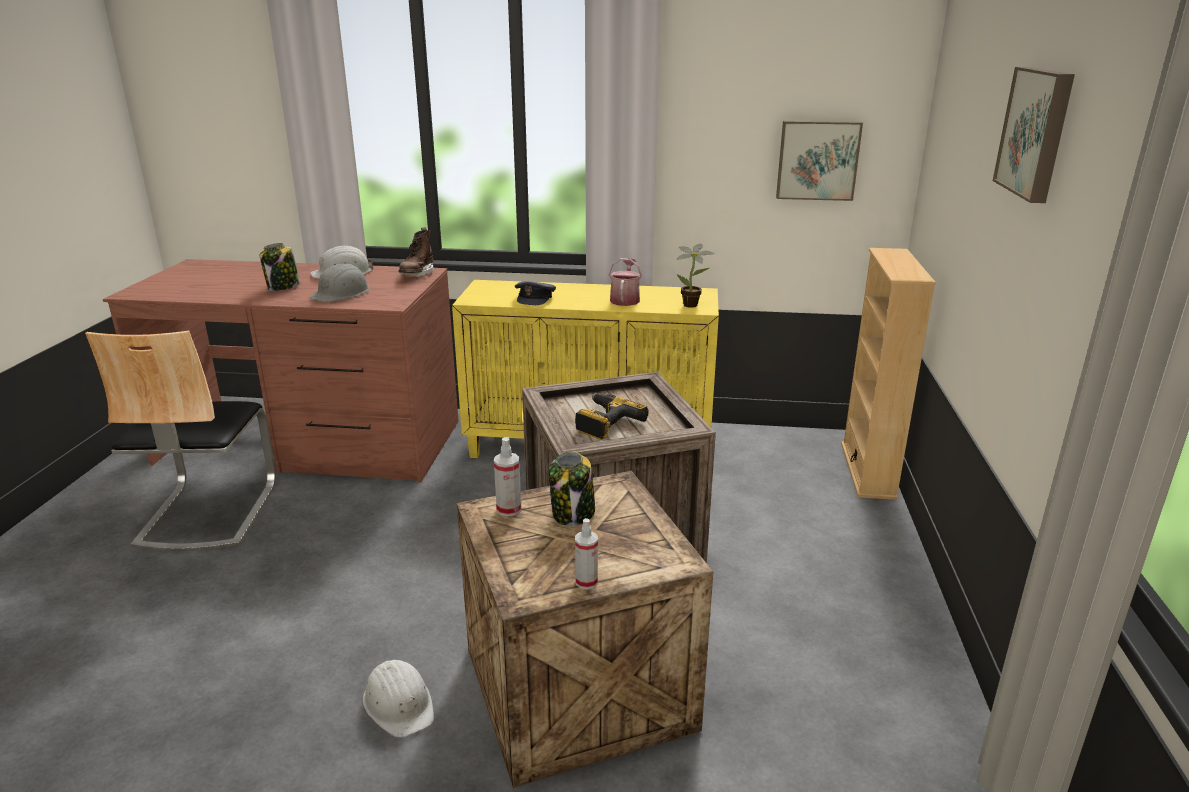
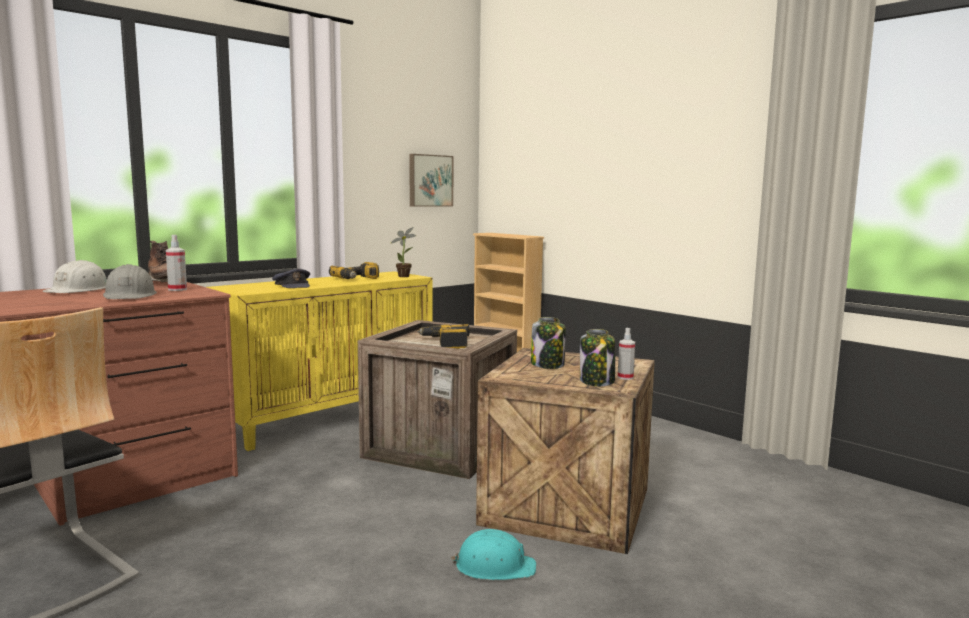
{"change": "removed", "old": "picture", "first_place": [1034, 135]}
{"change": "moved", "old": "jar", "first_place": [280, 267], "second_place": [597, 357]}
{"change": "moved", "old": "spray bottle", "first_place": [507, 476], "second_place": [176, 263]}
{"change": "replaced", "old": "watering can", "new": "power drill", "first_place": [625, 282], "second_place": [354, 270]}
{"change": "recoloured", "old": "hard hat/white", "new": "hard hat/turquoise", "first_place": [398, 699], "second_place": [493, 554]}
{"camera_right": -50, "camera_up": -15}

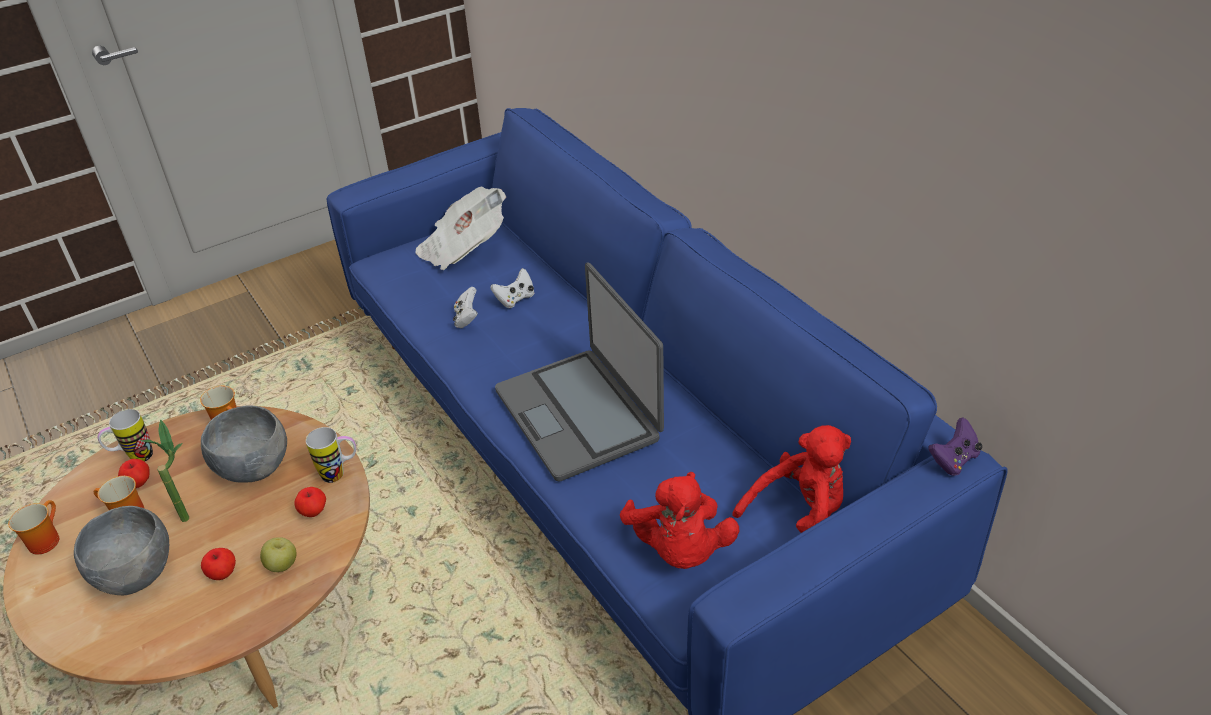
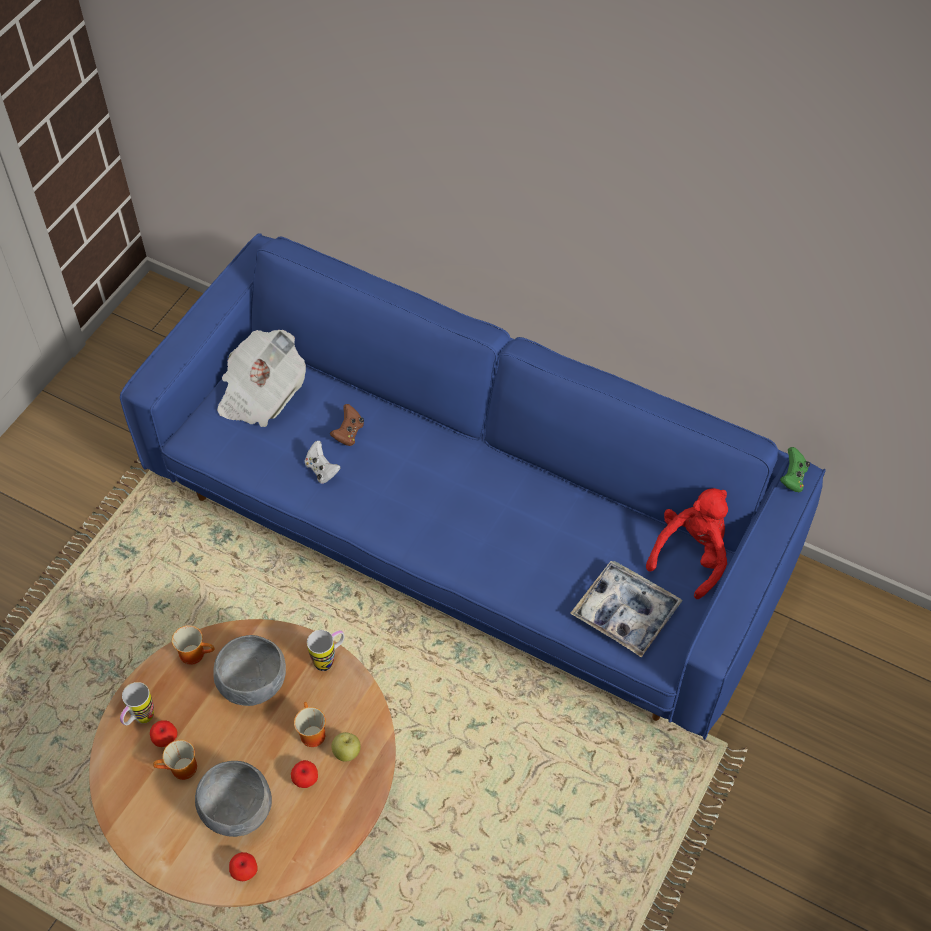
{"change": "removed", "old": "potted plant", "first_place": [165, 470]}
{"change": "removed", "old": "laptop", "first_place": [579, 372]}
{"change": "moved", "old": "mug", "first_place": [33, 527], "second_place": [310, 724]}
{"change": "moved", "old": "apple", "first_place": [310, 502], "second_place": [243, 866]}
{"change": "replaced", "old": "plush toy/red", "new": "tray", "first_place": [679, 520], "second_place": [626, 609]}
{"change": "recoloured", "old": "game controller/white", "new": "game controller/brown", "first_place": [512, 288], "second_place": [347, 425]}
{"change": "recoloured", "old": "game controller/purple", "new": "game controller/green", "first_place": [955, 447], "second_place": [795, 469]}
{"camera_right": -30, "camera_up": 15}

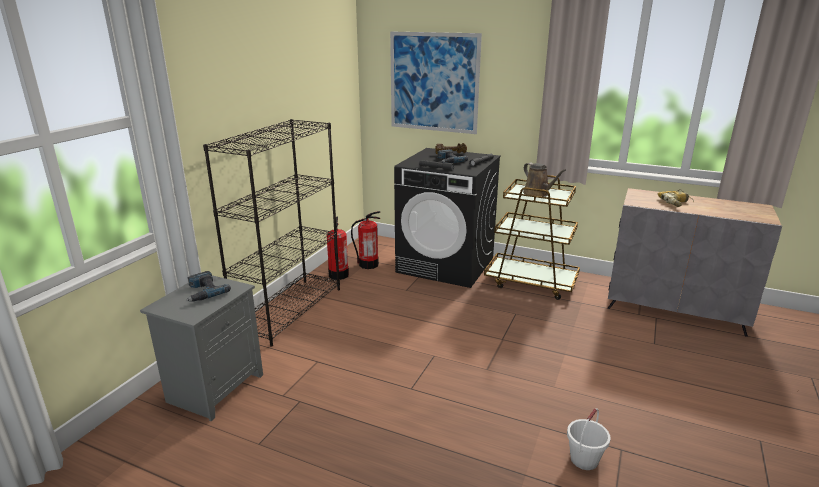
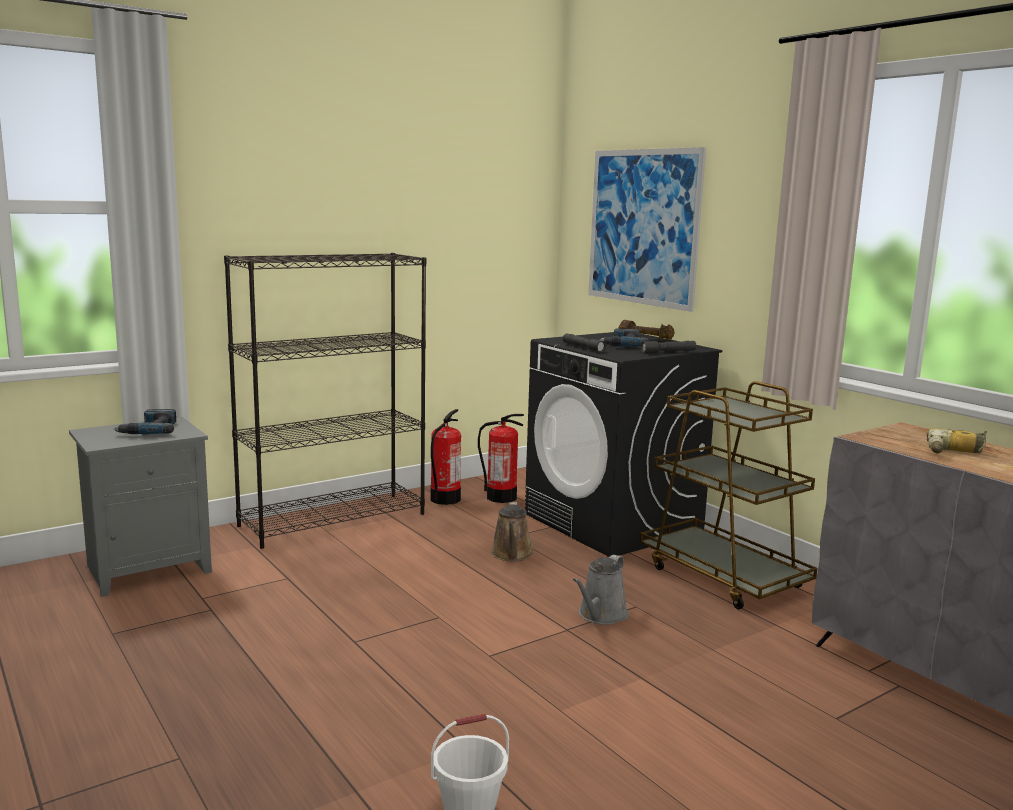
{"change": "added", "new": "watering can/grey", "second_place": [601, 590]}
{"change": "moved", "old": "watering can/brown", "first_place": [544, 180], "second_place": [512, 531]}
{"camera_right": 30, "camera_up": -10}

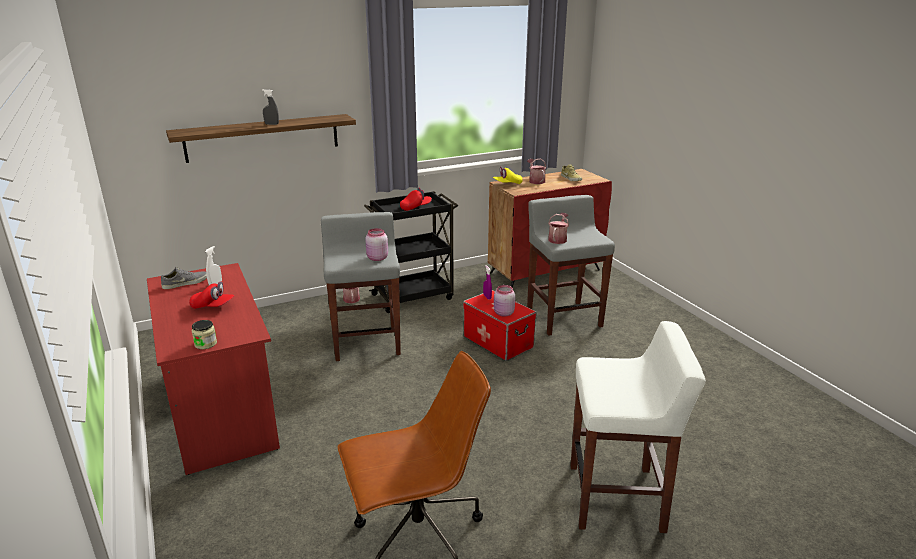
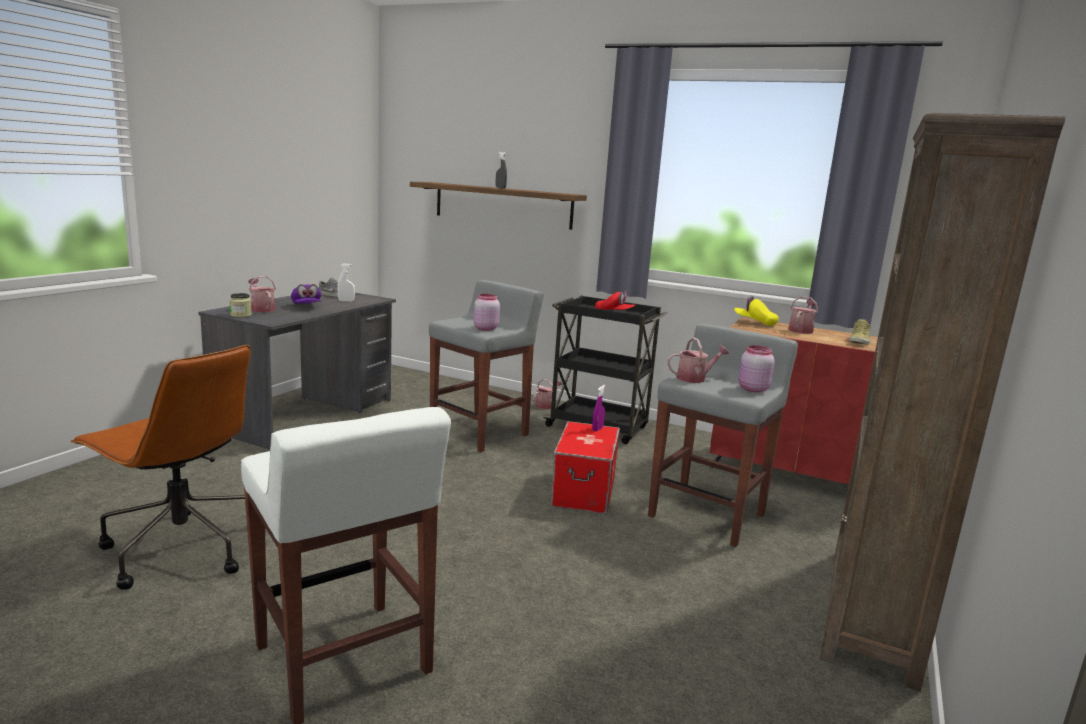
{"change": "added", "new": "watering can", "second_place": [262, 294]}
{"change": "added", "new": "bookcase/brown", "second_place": [942, 402]}
{"change": "moved", "old": "jar/pink", "first_place": [504, 301], "second_place": [756, 368]}
{"change": "recoloured", "old": "desk/red", "new": "desk/grey", "first_place": [213, 369], "second_place": [297, 371]}
{"change": "recoloured", "old": "cap/red", "new": "cap/purple", "first_place": [211, 295], "second_place": [306, 294]}
{"camera_right": 50, "camera_up": -10}

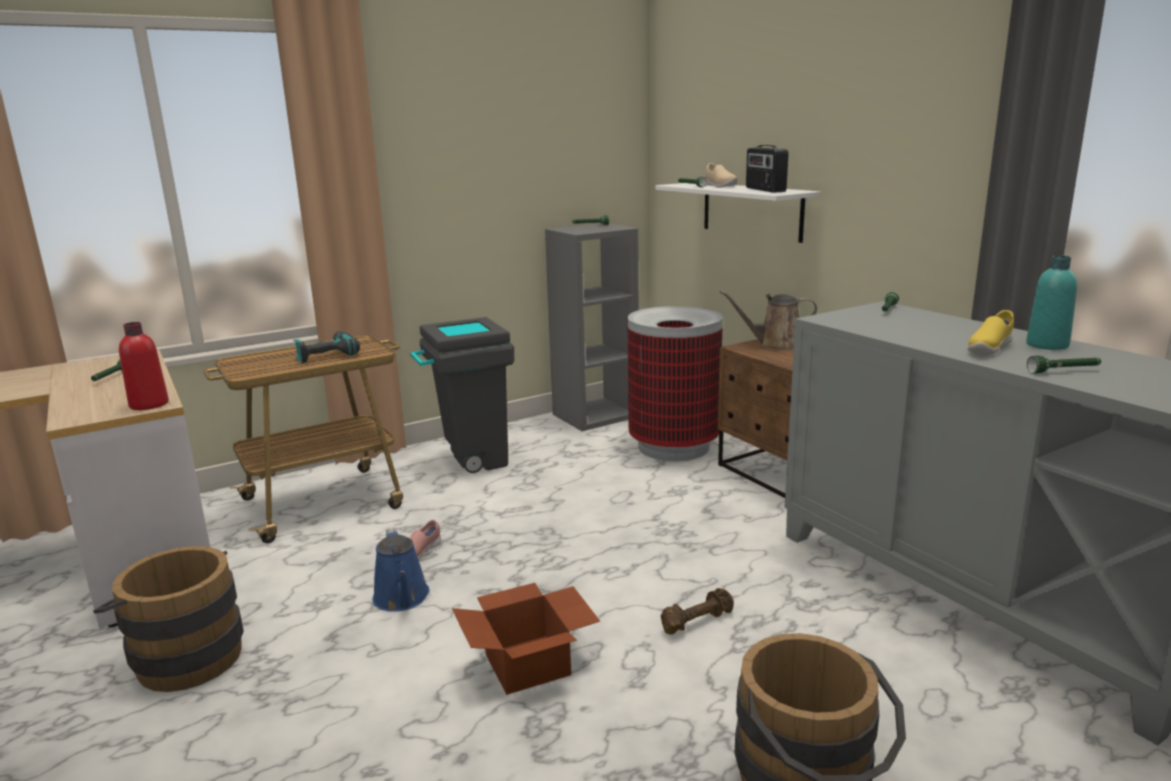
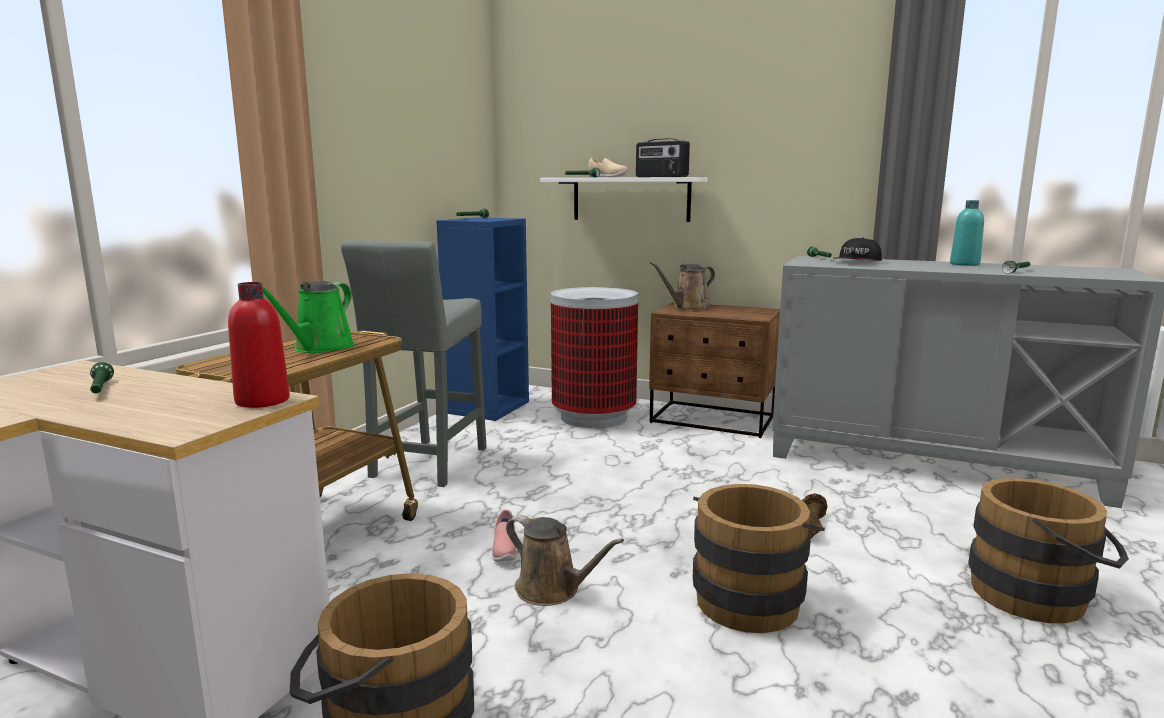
{"change": "removed", "old": "shoe/yellow", "first_place": [991, 332]}
{"change": "added", "new": "cap", "second_place": [858, 249]}
{"change": "replaced", "old": "power drill", "new": "watering can/green", "first_place": [327, 347], "second_place": [308, 317]}
{"change": "replaced", "old": "trash can/grey", "new": "stool/grey", "first_place": [462, 395], "second_place": [414, 363]}
{"change": "replaced", "old": "cardboard box", "new": "bucket/brown", "first_place": [526, 639], "second_place": [759, 558]}
{"change": "recoloured", "old": "watering can/blue", "new": "watering can/brown", "first_place": [401, 570], "second_place": [565, 560]}
{"change": "recoloured", "old": "bookcase/grey", "new": "bookcase/blue", "first_place": [592, 327], "second_place": [483, 319]}
{"camera_right": -35, "camera_up": -5}

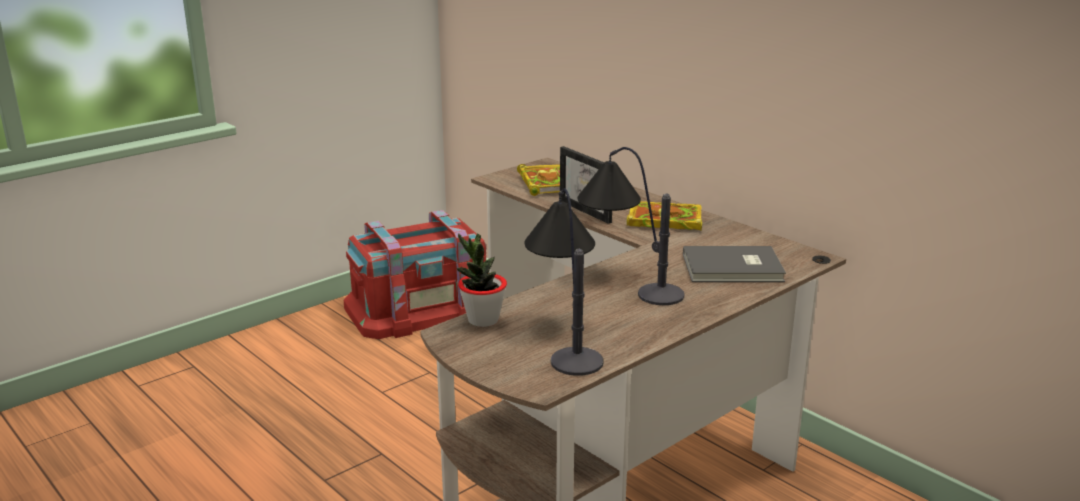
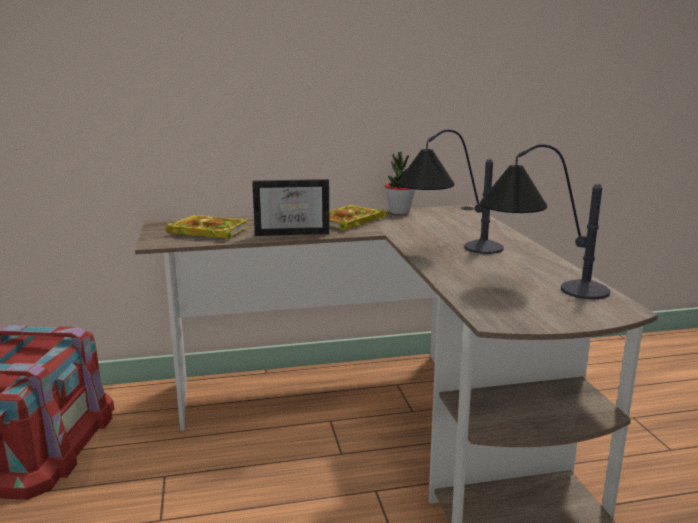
{"change": "removed", "old": "book/grey", "first_place": [734, 264]}
{"change": "moved", "old": "potted plant", "first_place": [482, 280], "second_place": [400, 183]}
{"camera_right": -60, "camera_up": -5}

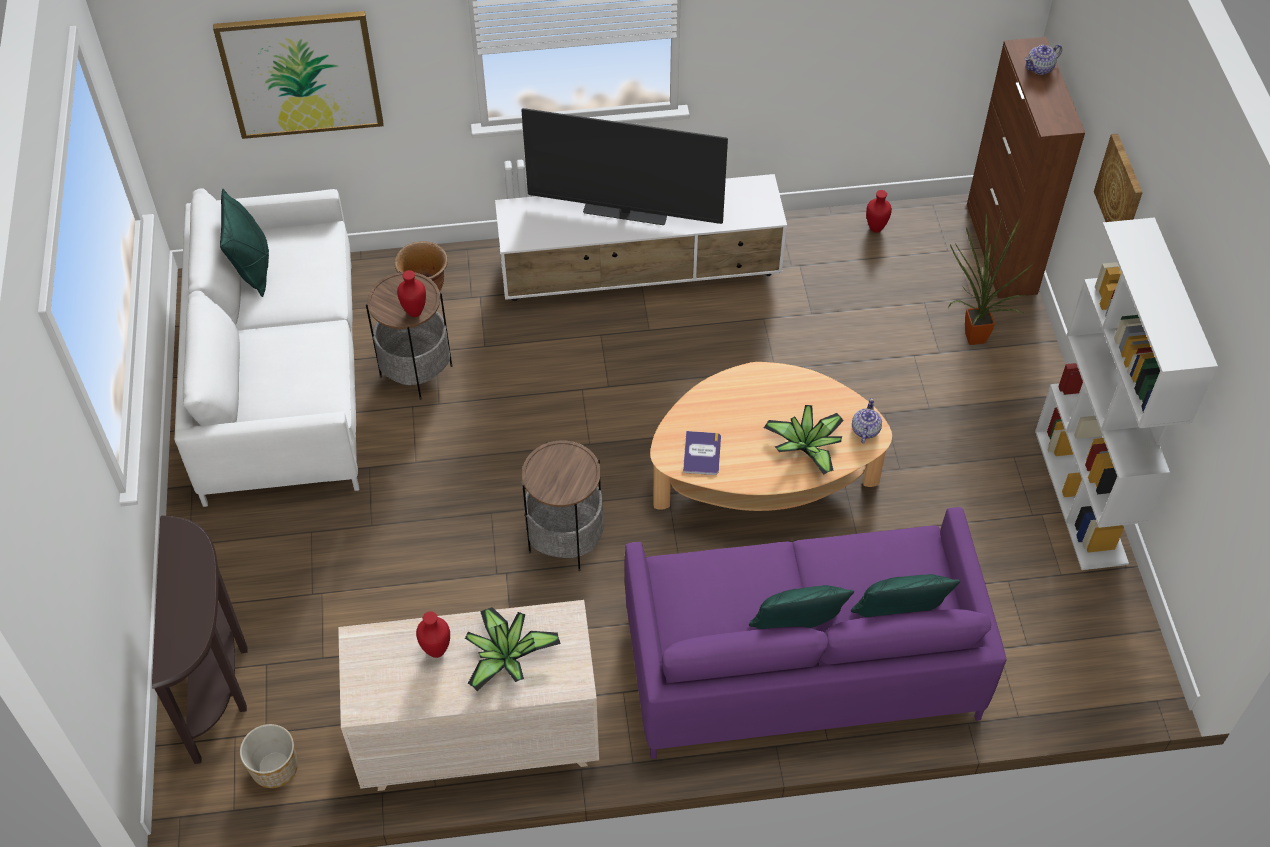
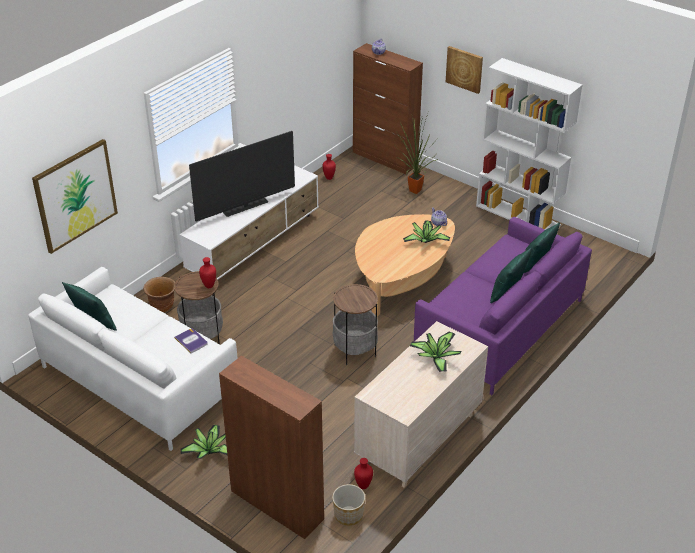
{"change": "added", "new": "potted plant", "second_place": [204, 441]}
{"change": "moved", "old": "vase/red", "first_place": [433, 634], "second_place": [363, 473]}
{"change": "moved", "old": "book", "first_place": [702, 453], "second_place": [191, 340]}
{"change": "replaced", "old": "console table/brown", "new": "cabinet/brown", "first_place": [199, 639], "second_place": [271, 447]}
{"camera_right": -45, "camera_up": -15}

